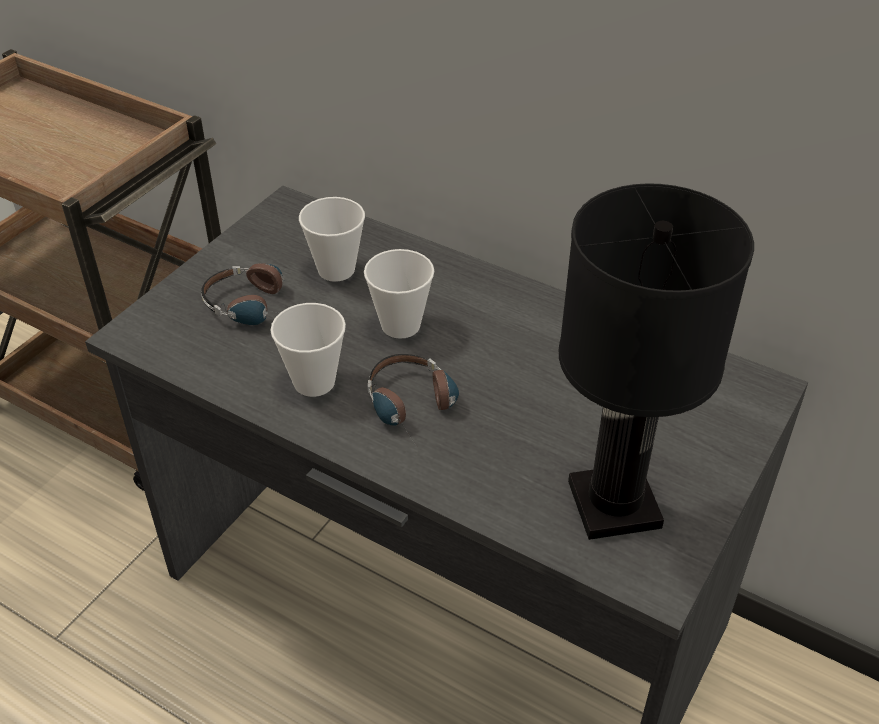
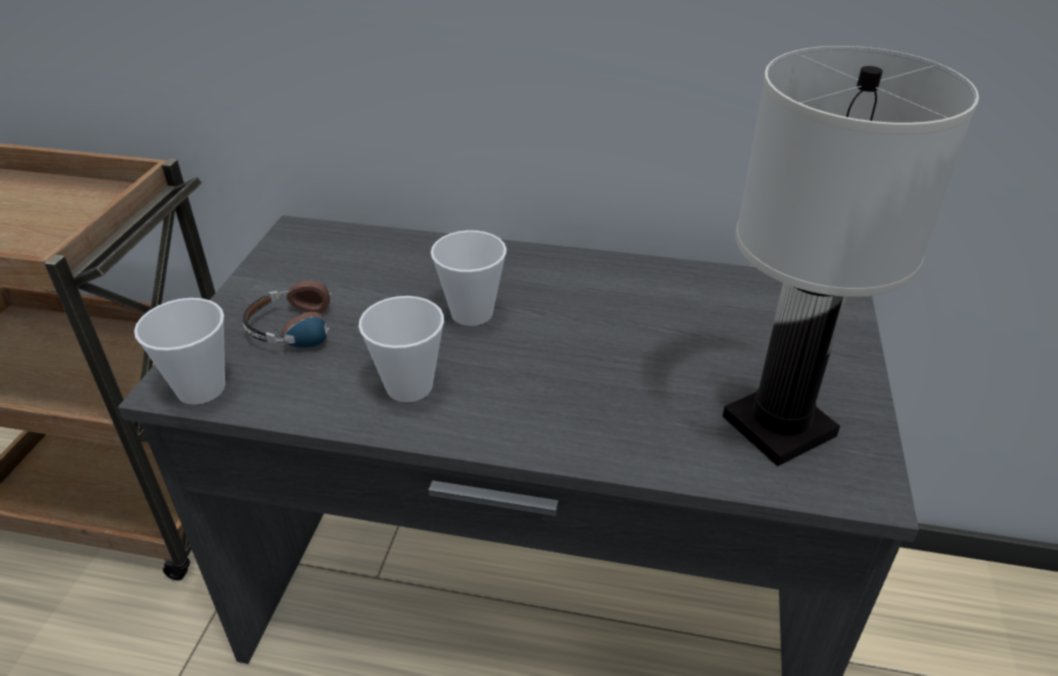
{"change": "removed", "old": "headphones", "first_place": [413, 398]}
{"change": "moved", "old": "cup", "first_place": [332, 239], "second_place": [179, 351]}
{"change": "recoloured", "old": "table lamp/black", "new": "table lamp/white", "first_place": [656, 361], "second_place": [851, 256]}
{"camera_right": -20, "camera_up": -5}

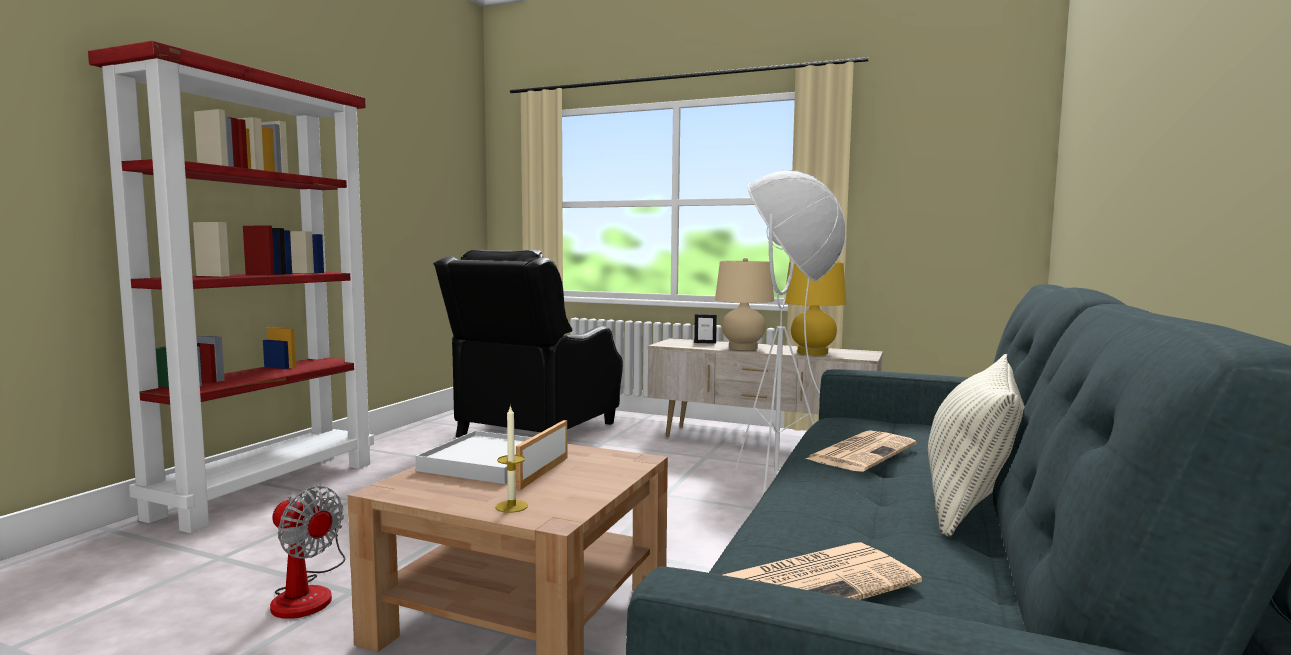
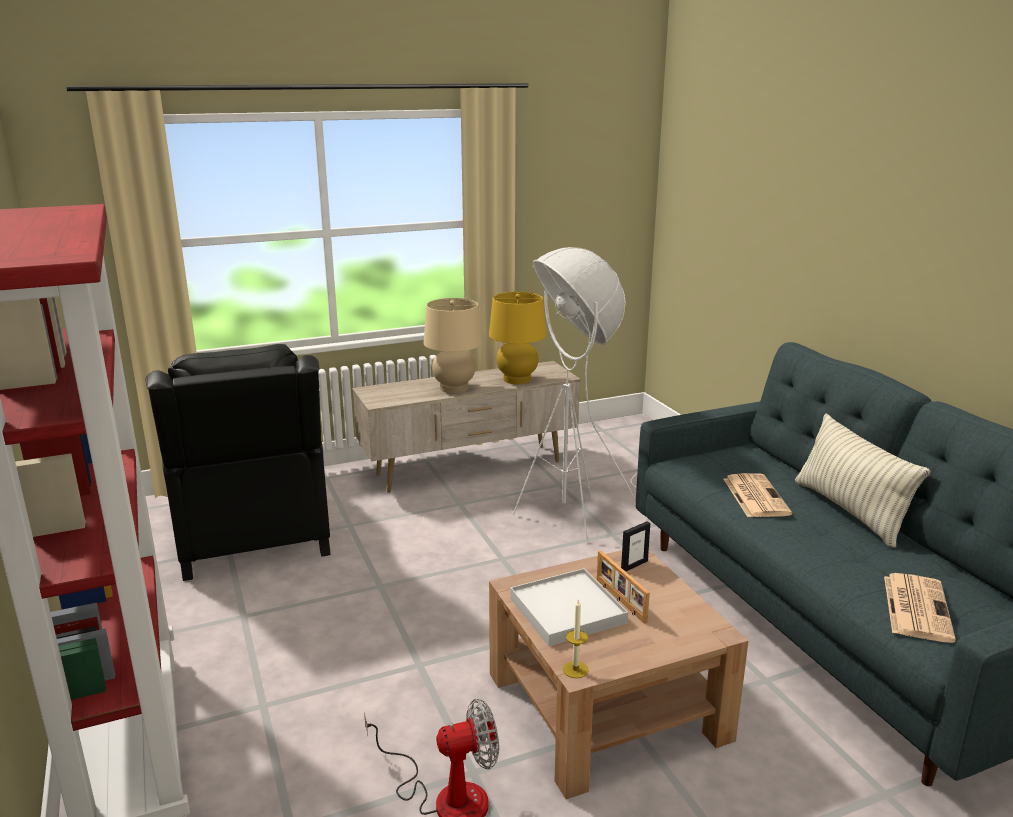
{"change": "moved", "old": "candle", "first_place": [512, 459], "second_place": [576, 638]}
{"change": "moved", "old": "picture frame", "first_place": [705, 329], "second_place": [635, 546]}
{"camera_right": -45, "camera_up": 15}

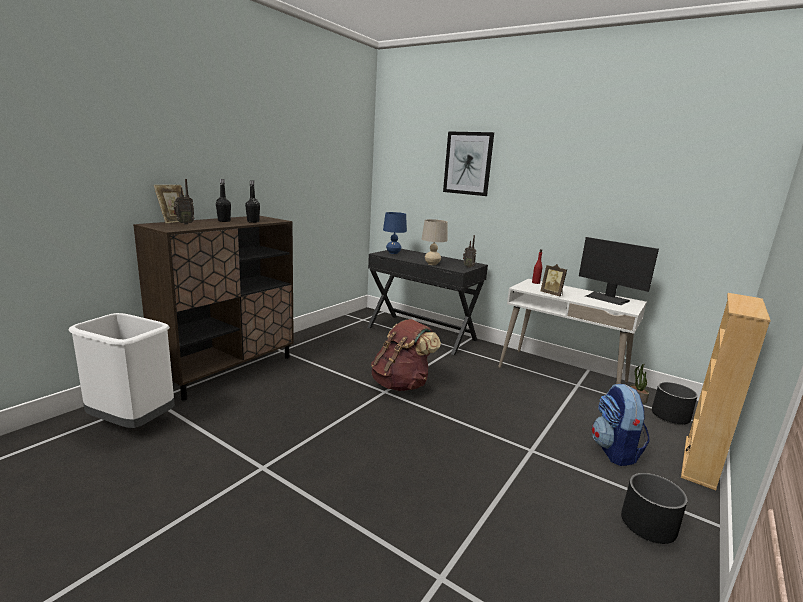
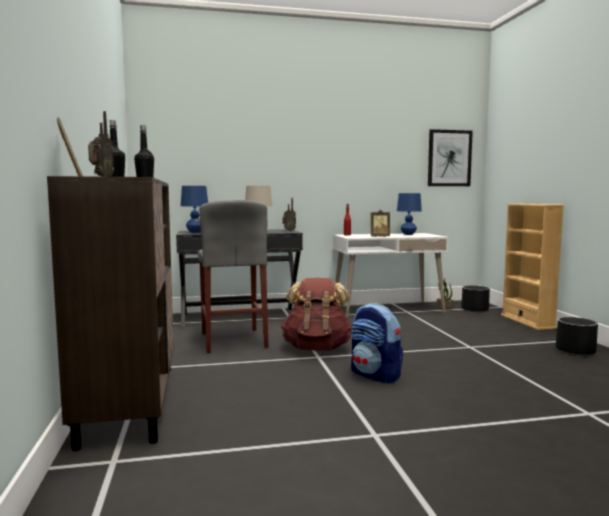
{"change": "removed", "old": "trash can/white", "first_place": [122, 370]}
{"change": "added", "new": "stool/grey", "second_place": [233, 276]}
{"change": "moved", "old": "picture", "first_place": [468, 163], "second_place": [450, 157]}
{"change": "moved", "old": "backpack", "first_place": [621, 425], "second_place": [377, 343]}
{"change": "replaced", "old": "monitor", "new": "table lamp/blue", "first_place": [619, 271], "second_place": [409, 214]}
{"camera_right": -45, "camera_up": -10}

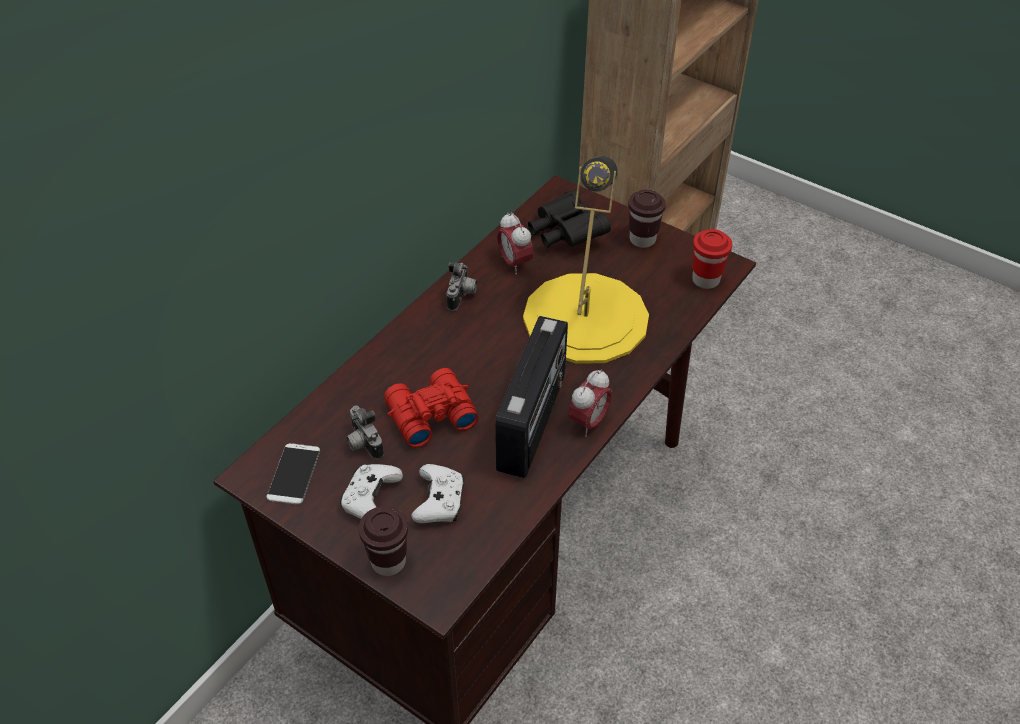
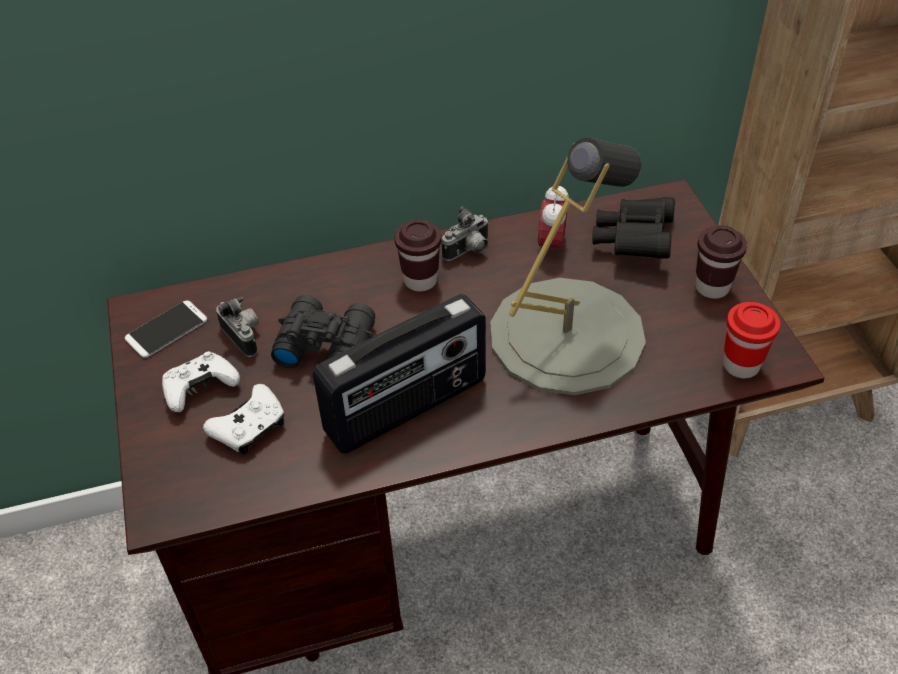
{"change": "removed", "old": "alarm clock", "first_place": [590, 403]}
{"change": "moved", "old": "cup/brown", "first_place": [383, 541], "second_place": [418, 255]}
{"change": "recoloured", "old": "binoculars/red", "new": "binoculars/black", "first_place": [431, 408], "second_place": [323, 331]}
{"change": "recoloured", "old": "table lamp/yellow", "new": "table lamp/grey", "first_place": [586, 260], "second_place": [568, 266]}
{"change": "turned", "old": "photo camera", "first_place": [365, 433], "second_place": [237, 327], "degrees": 135}
{"camera_right": 40, "camera_up": 0}

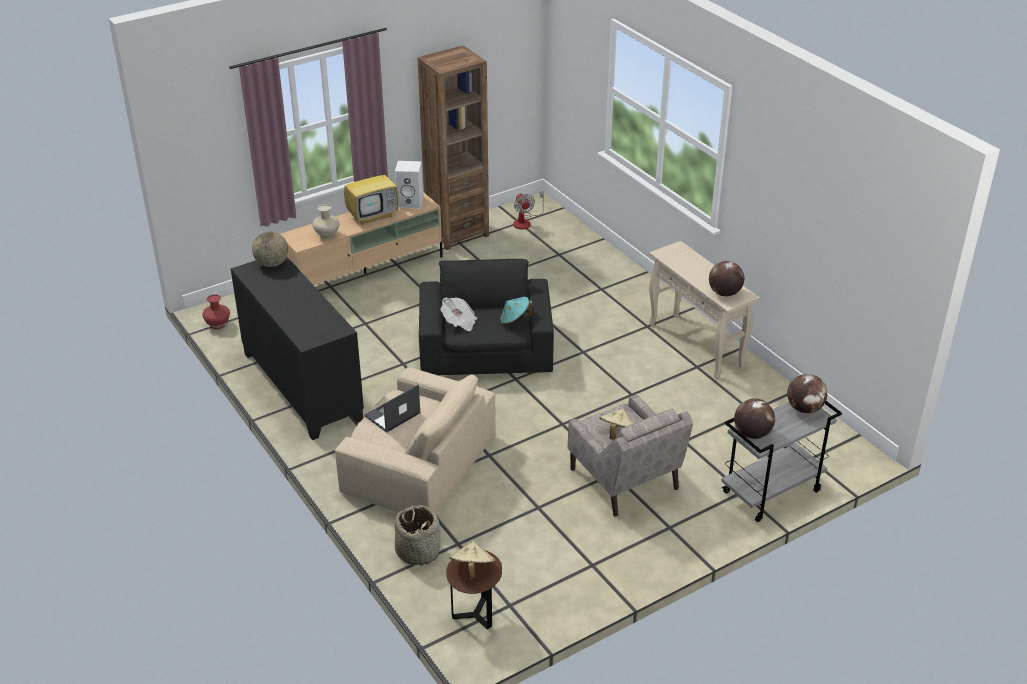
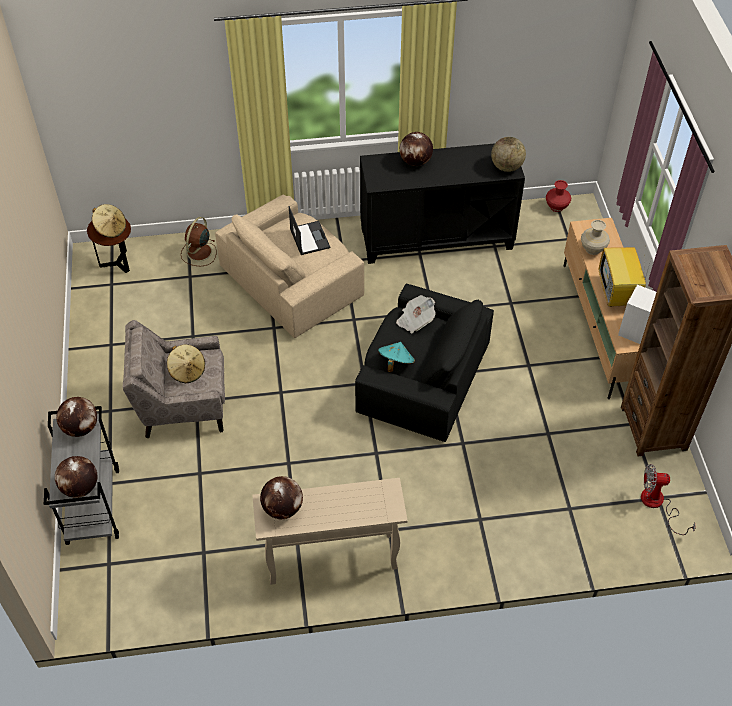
{"change": "added", "new": "globe", "second_place": [416, 149]}
{"change": "replaced", "old": "basket", "new": "fan/brown", "first_place": [418, 535], "second_place": [198, 241]}
{"camera_right": 115, "camera_up": 15}

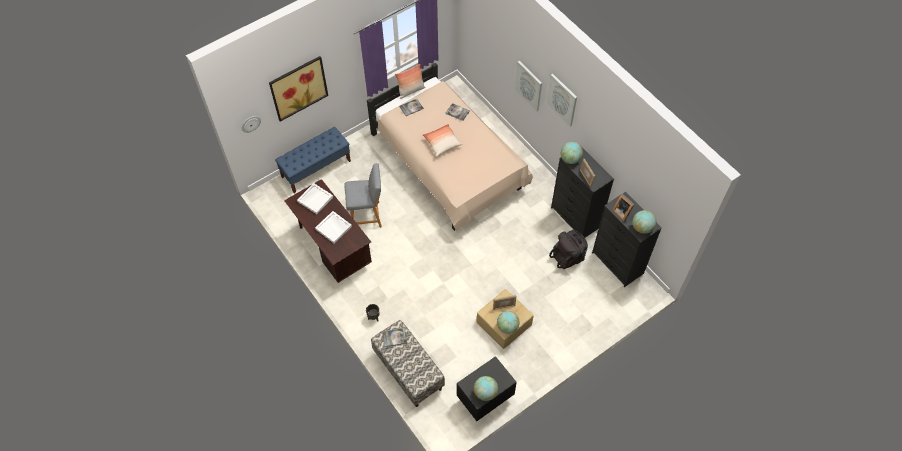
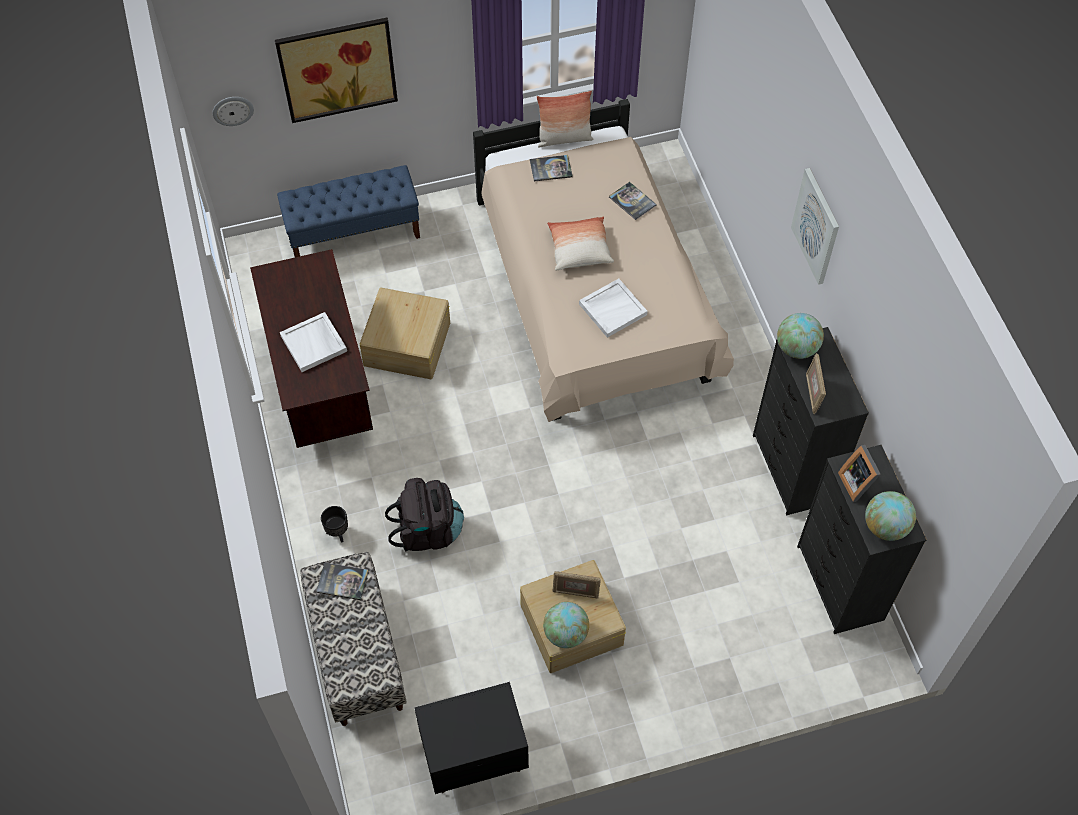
{"change": "removed", "old": "globe", "first_place": [486, 388]}
{"change": "removed", "old": "picture", "first_place": [528, 86]}
{"change": "moved", "old": "tray/white", "first_place": [315, 198], "second_place": [613, 308]}
{"change": "moved", "old": "backpack/black", "first_place": [568, 249], "second_place": [424, 514]}
{"change": "replaced", "old": "stool/grey", "new": "storage box/beige", "first_place": [363, 195], "second_place": [405, 333]}
{"camera_right": 20, "camera_up": 0}

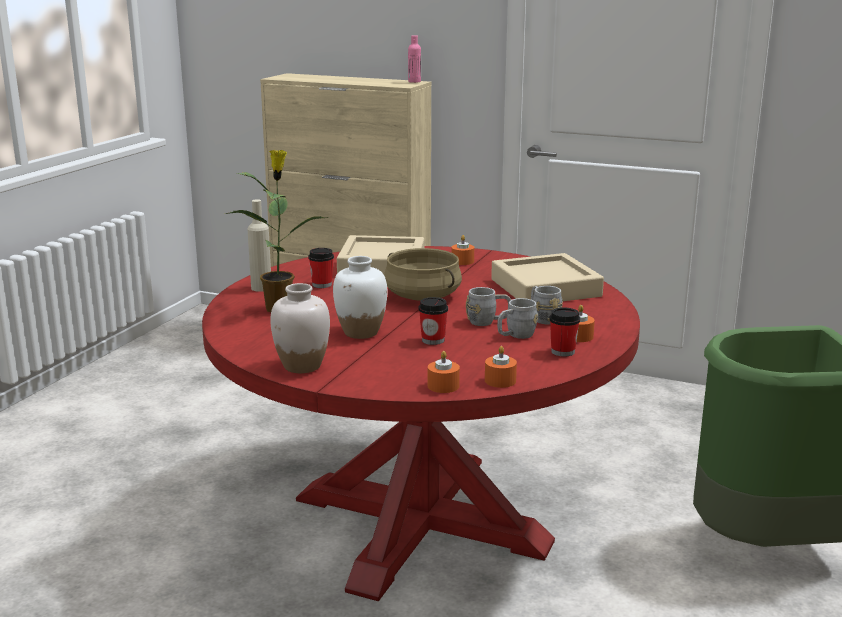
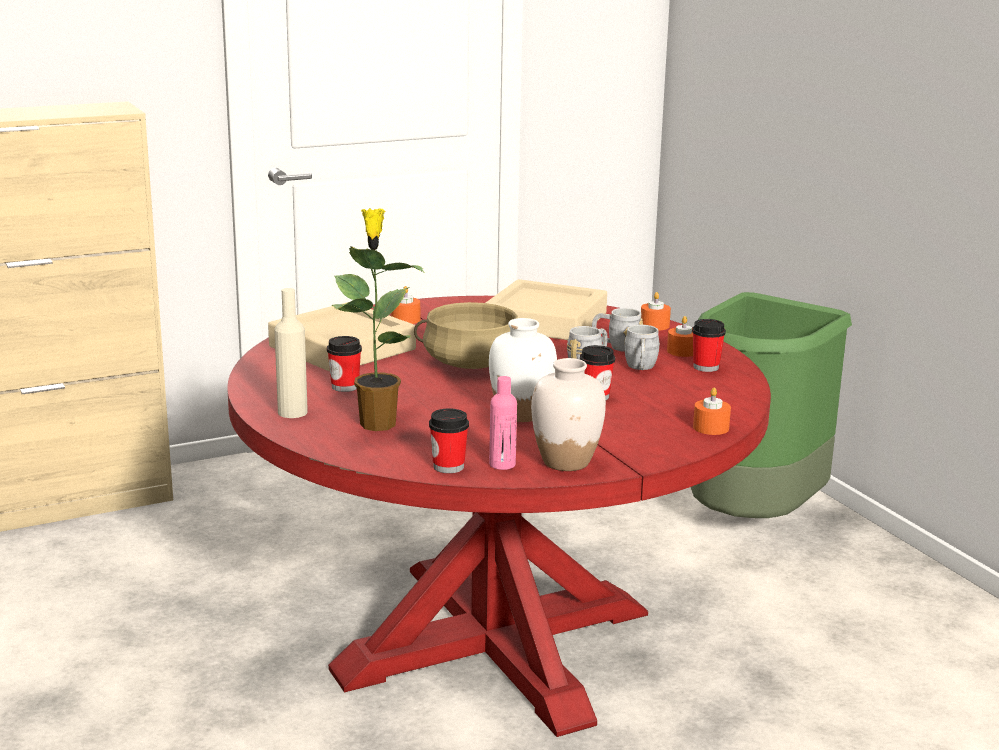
{"change": "added", "new": "cup", "second_place": [449, 441]}
{"change": "moved", "old": "bottle/pink", "first_place": [414, 59], "second_place": [503, 423]}
{"change": "moved", "old": "candle/orange", "first_place": [501, 367], "second_place": [656, 311]}
{"camera_right": -50, "camera_up": 0}

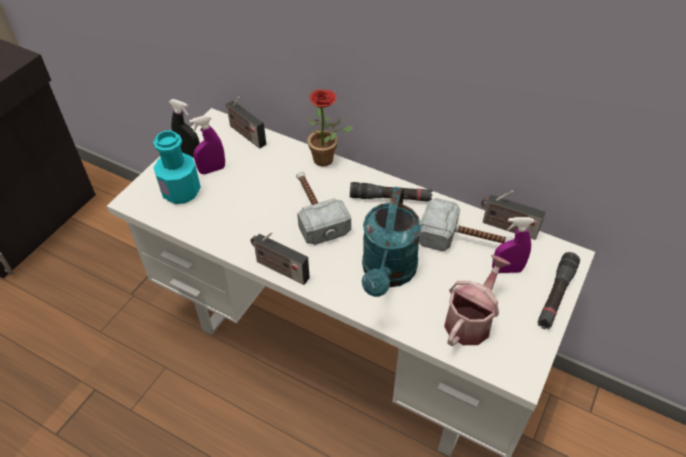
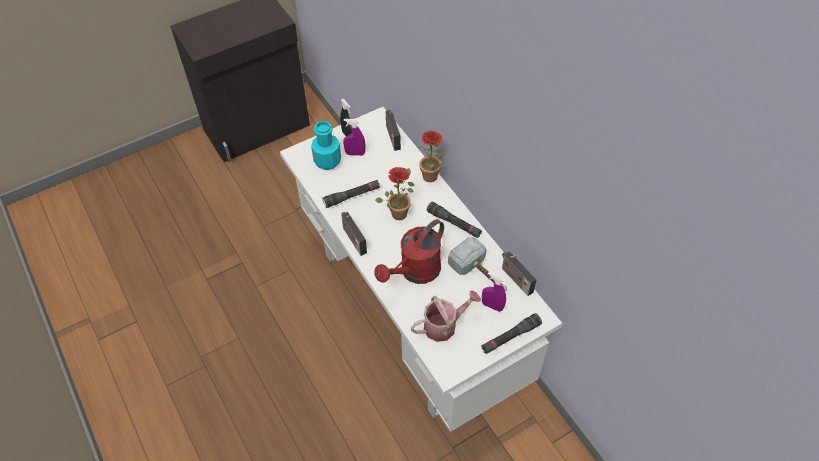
{"change": "added", "new": "flashlight/black", "second_place": [351, 194]}
{"change": "replaced", "old": "hammer", "new": "potted plant", "first_place": [323, 208], "second_place": [394, 193]}
{"change": "recoloured", "old": "watering can/turquoise", "new": "watering can/red", "first_place": [391, 242], "second_place": [409, 251]}
{"camera_right": 30, "camera_up": 5}

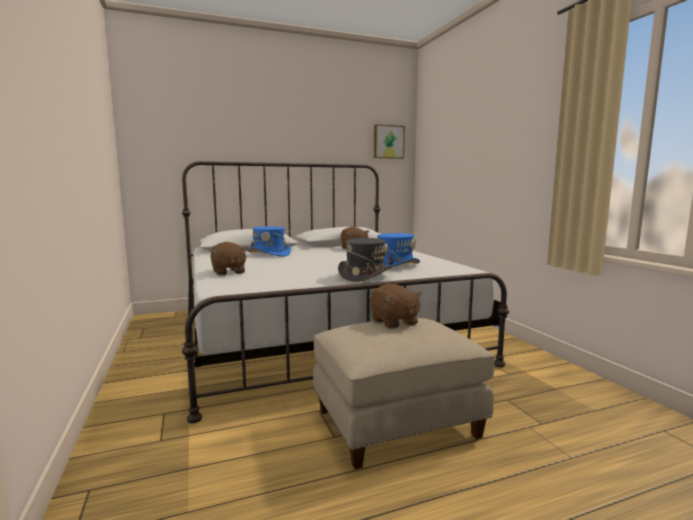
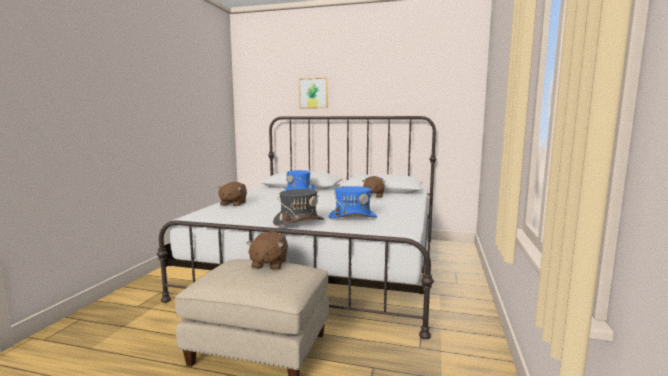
{"change": "moved", "old": "picture", "first_place": [389, 141], "second_place": [313, 93]}
{"camera_right": 35, "camera_up": 0}

